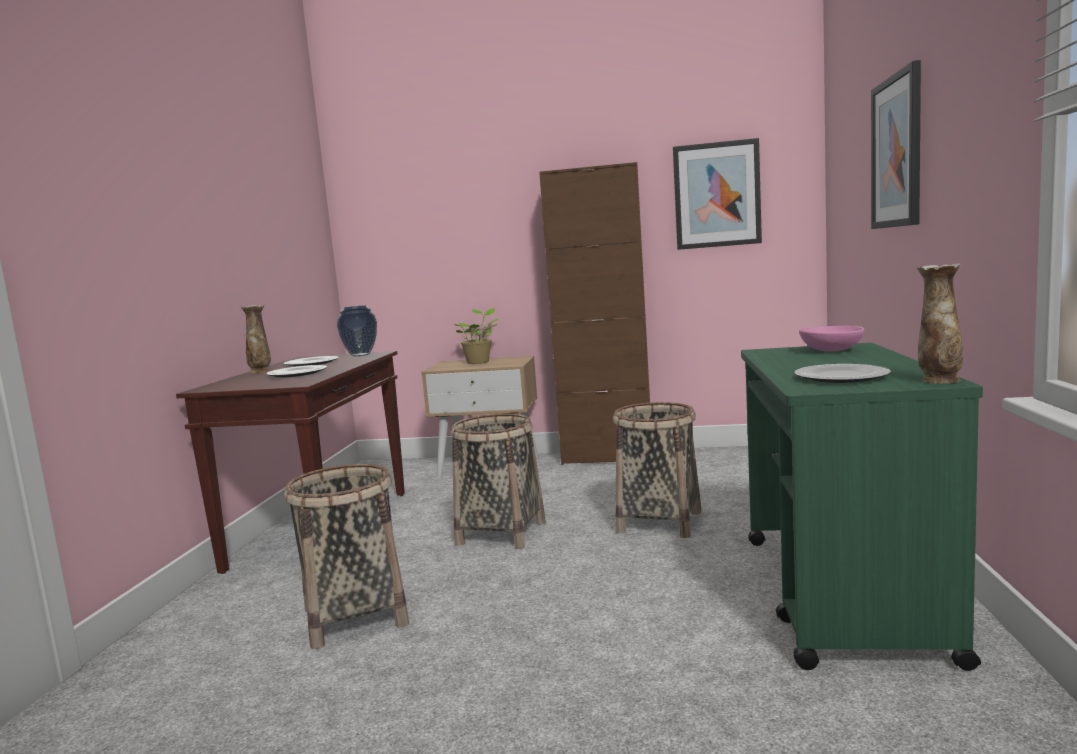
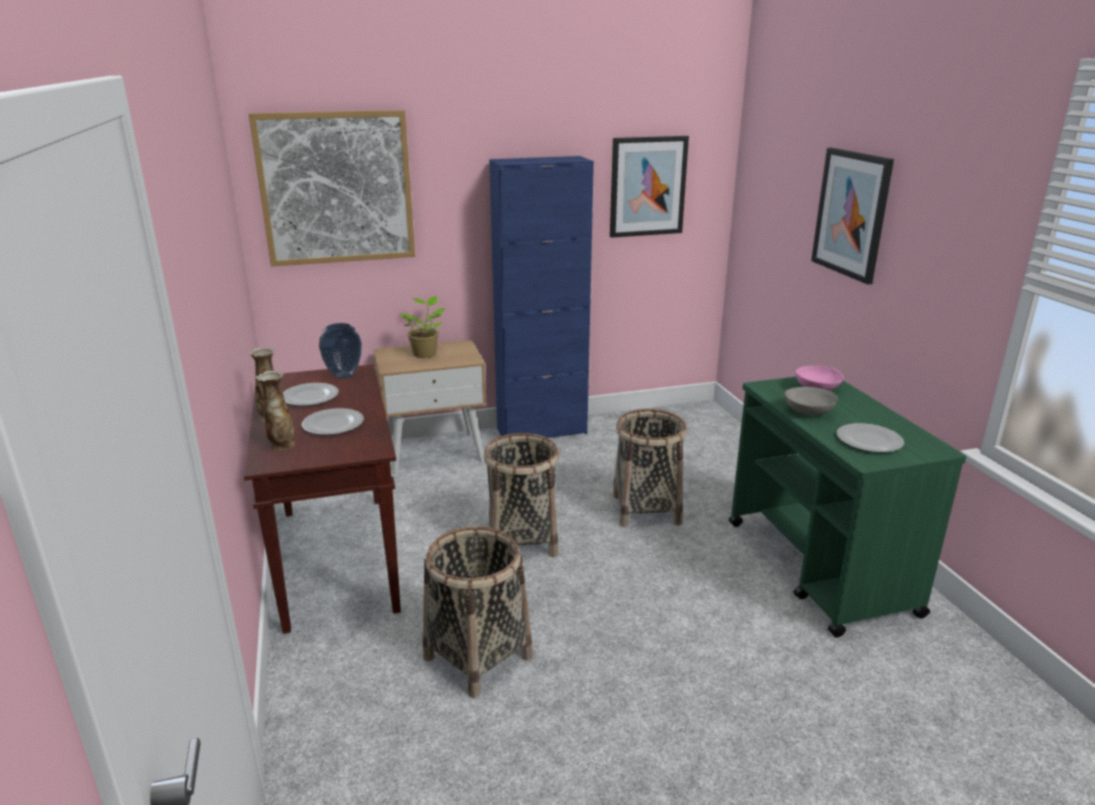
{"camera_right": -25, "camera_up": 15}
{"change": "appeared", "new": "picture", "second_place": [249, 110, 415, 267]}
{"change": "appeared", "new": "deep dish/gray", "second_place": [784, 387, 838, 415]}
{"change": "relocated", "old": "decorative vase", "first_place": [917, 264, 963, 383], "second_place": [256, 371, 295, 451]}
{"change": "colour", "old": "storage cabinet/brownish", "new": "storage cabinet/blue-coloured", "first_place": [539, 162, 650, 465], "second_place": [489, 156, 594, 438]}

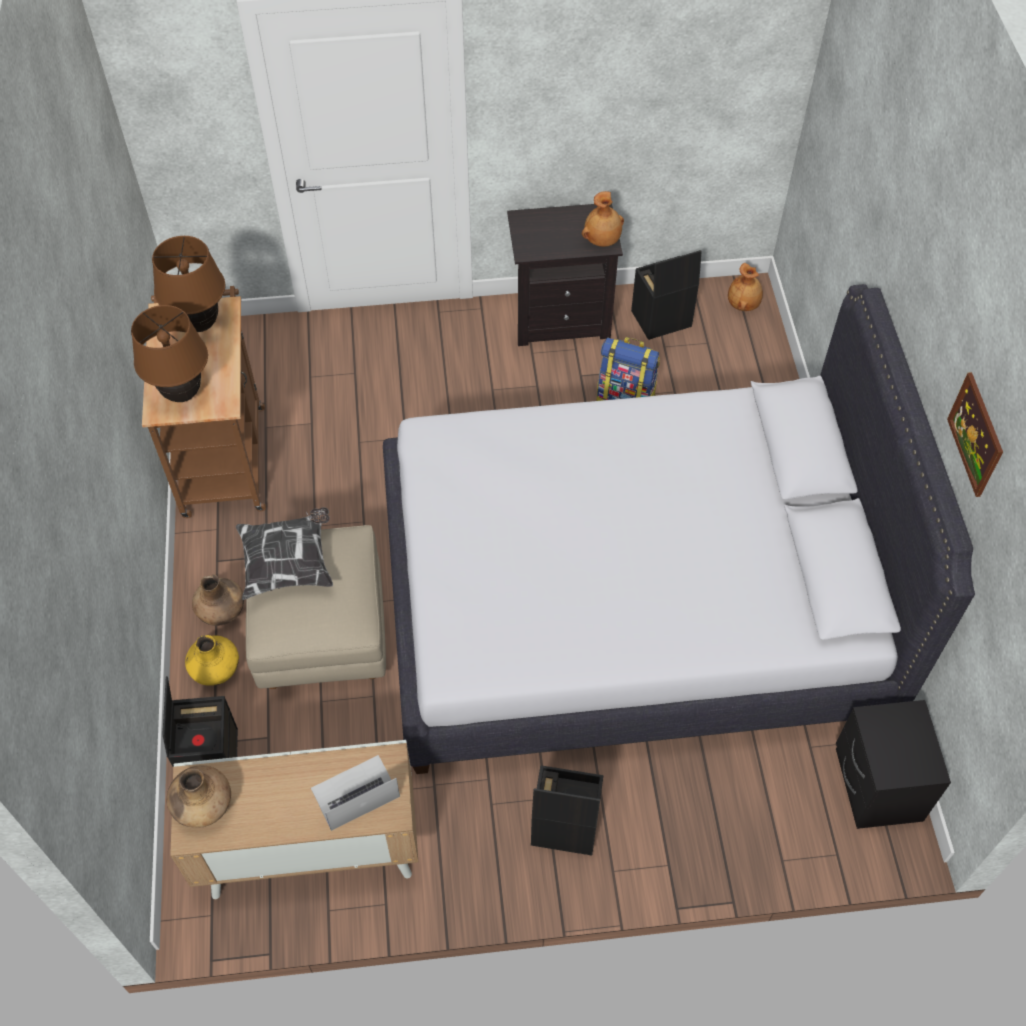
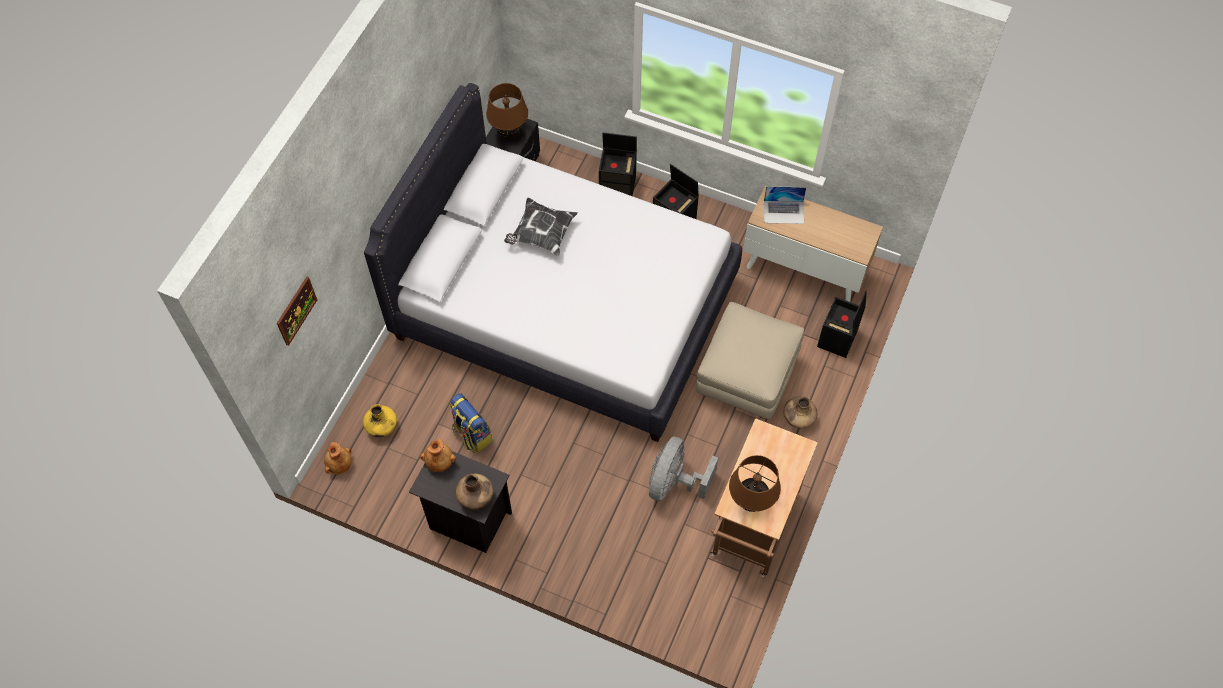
{"camera_right": -150, "camera_up": 5}
{"change": "appeared", "new": "fan/gray", "second_place": [649, 437, 718, 501]}
{"change": "relocated", "old": "tabletop lamp/brownish", "first_place": [131, 305, 208, 402], "second_place": [486, 83, 528, 139]}
{"change": "relocated", "old": "decorative vase/brownish", "first_place": [166, 765, 231, 828], "second_place": [456, 474, 493, 510]}
{"change": "relocated", "old": "decorative vase/yellow-coloured", "first_place": [185, 635, 239, 686], "second_place": [363, 404, 397, 437]}
{"change": "relocated", "old": "throw pillow", "first_place": [236, 507, 333, 600], "second_place": [504, 198, 578, 256]}
{"change": "relocated", "old": "storage container/blackish", "first_place": [631, 250, 702, 340], "second_place": [599, 132, 637, 196]}
{"change": "relocated", "old": "picture", "first_place": [947, 372, 1003, 497], "second_place": [277, 277, 317, 346]}

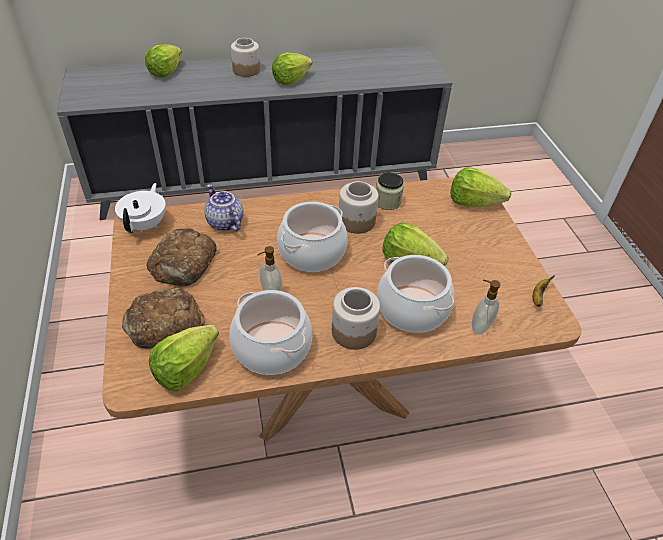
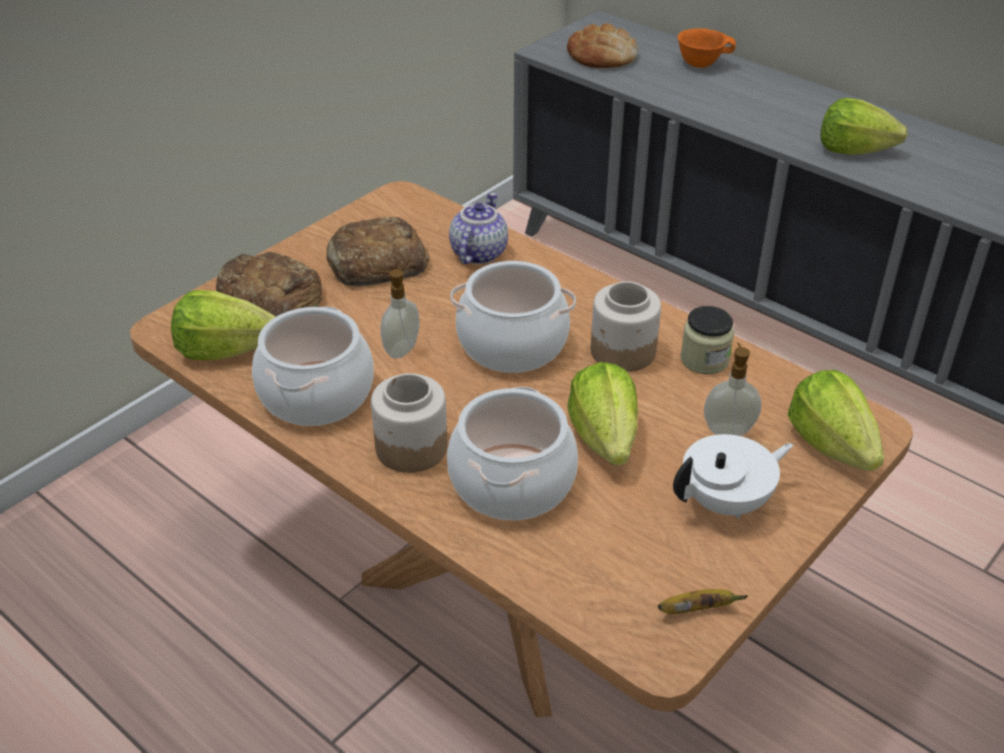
{"camera_right": 55, "camera_up": -5}
{"change": "missing", "old": "preserve jar", "first_place": [231, 38, 260, 77]}
{"change": "appeared", "new": "baked bread", "second_place": [567, 23, 638, 68]}
{"change": "relocated", "old": "pot for tea/white", "first_place": [115, 183, 166, 233], "second_place": [673, 434, 793, 519]}
{"change": "relocated", "old": "soap bottle", "first_place": [472, 279, 501, 335], "second_place": [704, 343, 761, 436]}
{"change": "exchanged", "old": "lettuce head", "new": "deep dish/orange-coloured", "first_place": [145, 44, 182, 78], "second_place": [678, 28, 736, 68]}

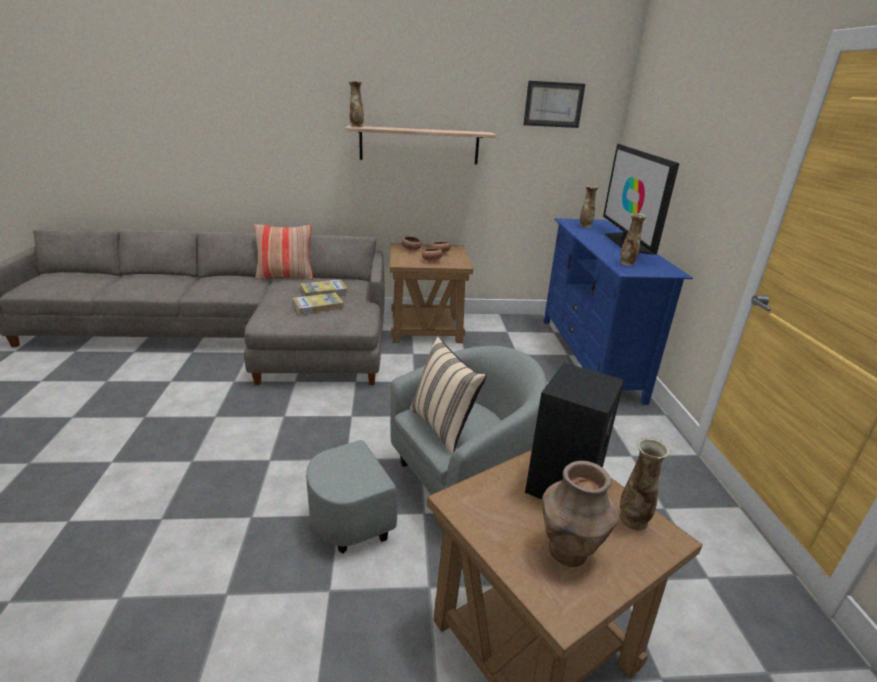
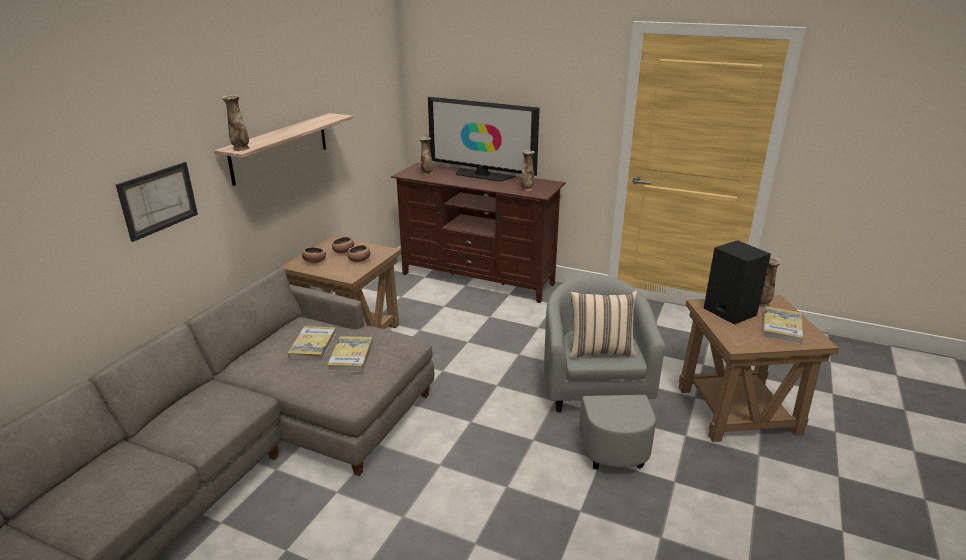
{"camera_right": -60, "camera_up": 0}
{"change": "missing", "old": "throw pillow", "first_place": [254, 224, 313, 280]}
{"change": "relocated", "old": "picture", "first_place": [523, 81, 585, 128], "second_place": [116, 162, 198, 242]}
{"change": "exchanged", "old": "decorative vase/brownish", "new": "bound book", "first_place": [542, 461, 619, 567], "second_place": [763, 306, 803, 344]}
{"change": "colour", "old": "tv stand/blue-coloured", "new": "tv stand/brownish", "first_place": [544, 218, 693, 405], "second_place": [391, 163, 566, 303]}

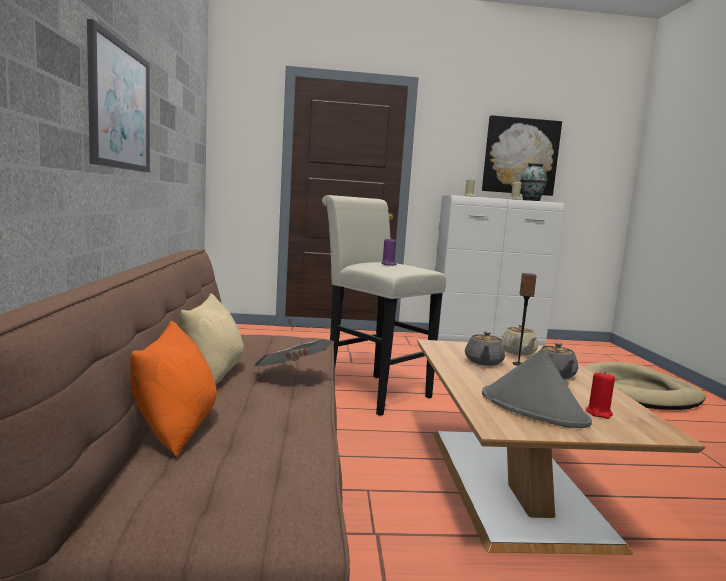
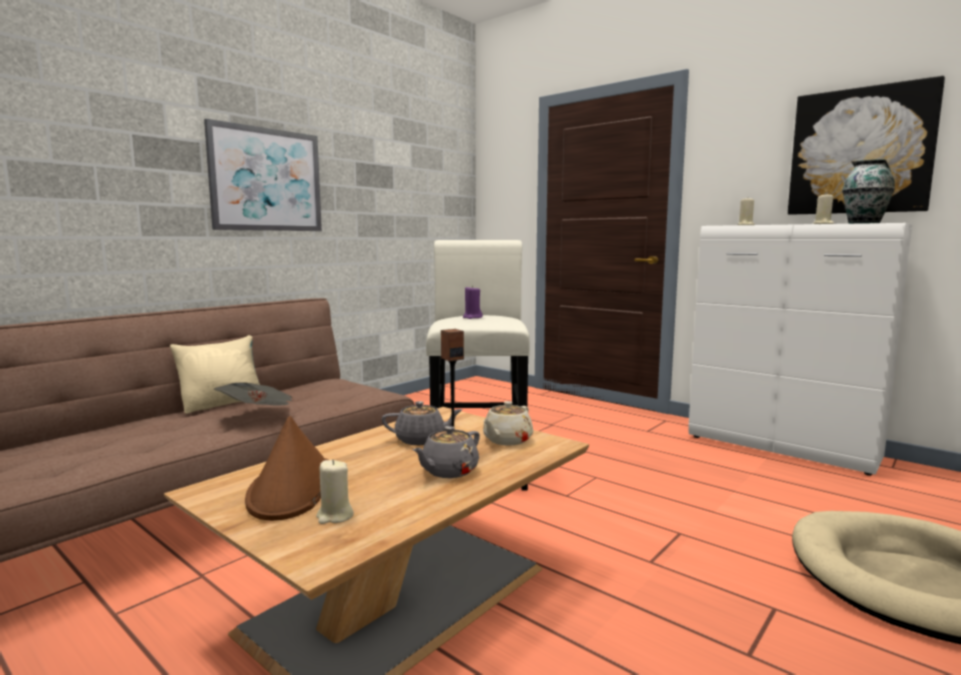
{"camera_right": 45, "camera_up": 0}
{"change": "missing", "old": "throw pillow/orange-coloured", "first_place": [130, 320, 217, 456]}
{"change": "colour", "old": "hat/gray", "new": "hat/brownish", "first_place": [482, 349, 592, 428], "second_place": [245, 416, 329, 521]}
{"change": "colour", "old": "candle/red", "new": "candle/sand-coloured", "first_place": [586, 371, 615, 419], "second_place": [316, 459, 354, 524]}
{"change": "spun", "old": "pot for tea/gray", "first_place": [465, 331, 505, 366], "second_place": [381, 401, 463, 445], "degrees": -150}

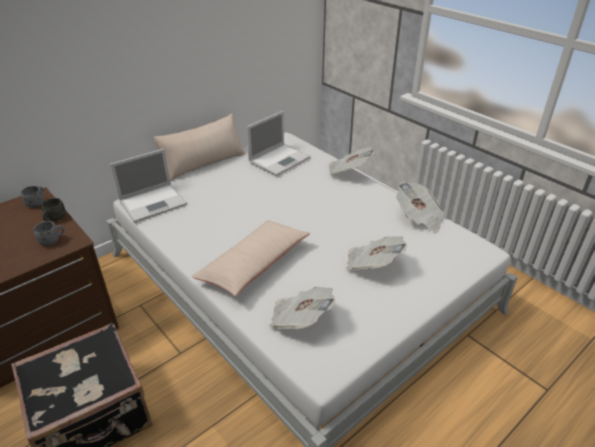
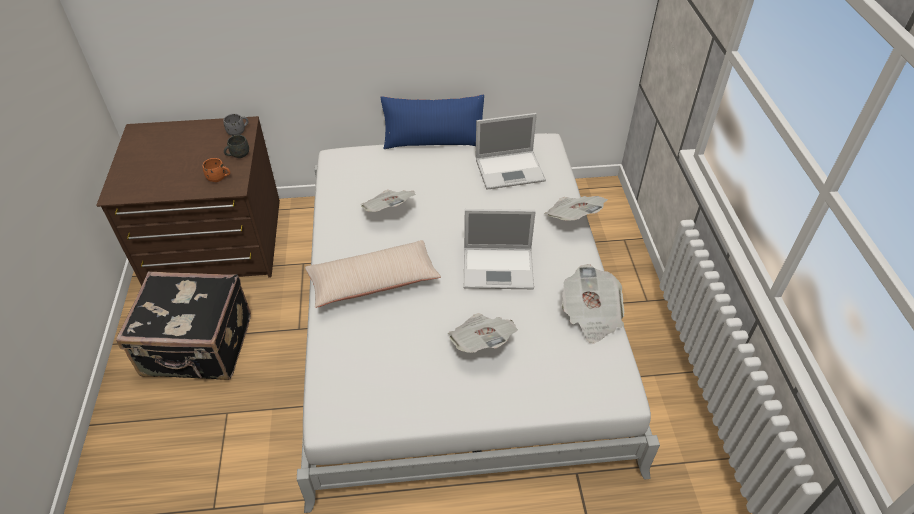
{"camera_right": 35, "camera_up": 10}
{"change": "relocated", "old": "laptop", "first_place": [110, 149, 187, 223], "second_place": [464, 209, 536, 289]}
{"change": "relocated", "old": "daily paper", "first_place": [269, 287, 335, 329], "second_place": [361, 190, 416, 212]}
{"change": "colour", "old": "coffee mug/gray", "new": "coffee mug/orange-coloured", "first_place": [33, 221, 65, 246], "second_place": [202, 158, 230, 182]}
{"change": "colour", "old": "throw pillow/sand-coloured", "new": "throw pillow/blue-coloured", "first_place": [153, 114, 246, 181], "second_place": [381, 95, 484, 149]}

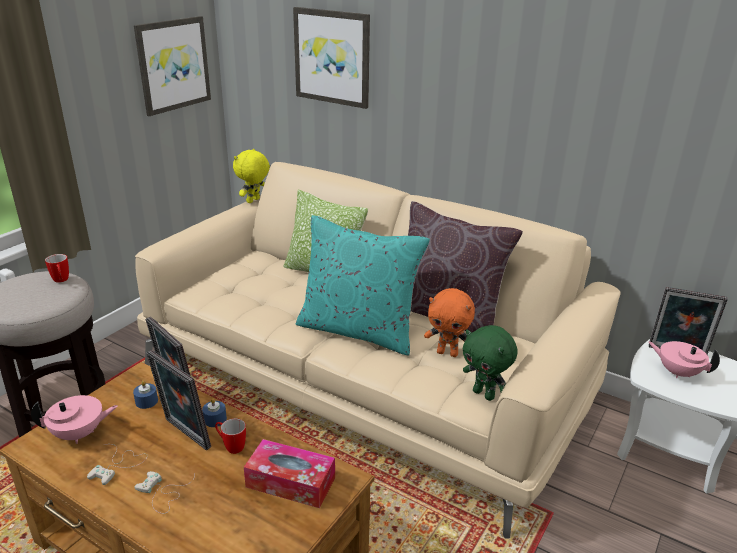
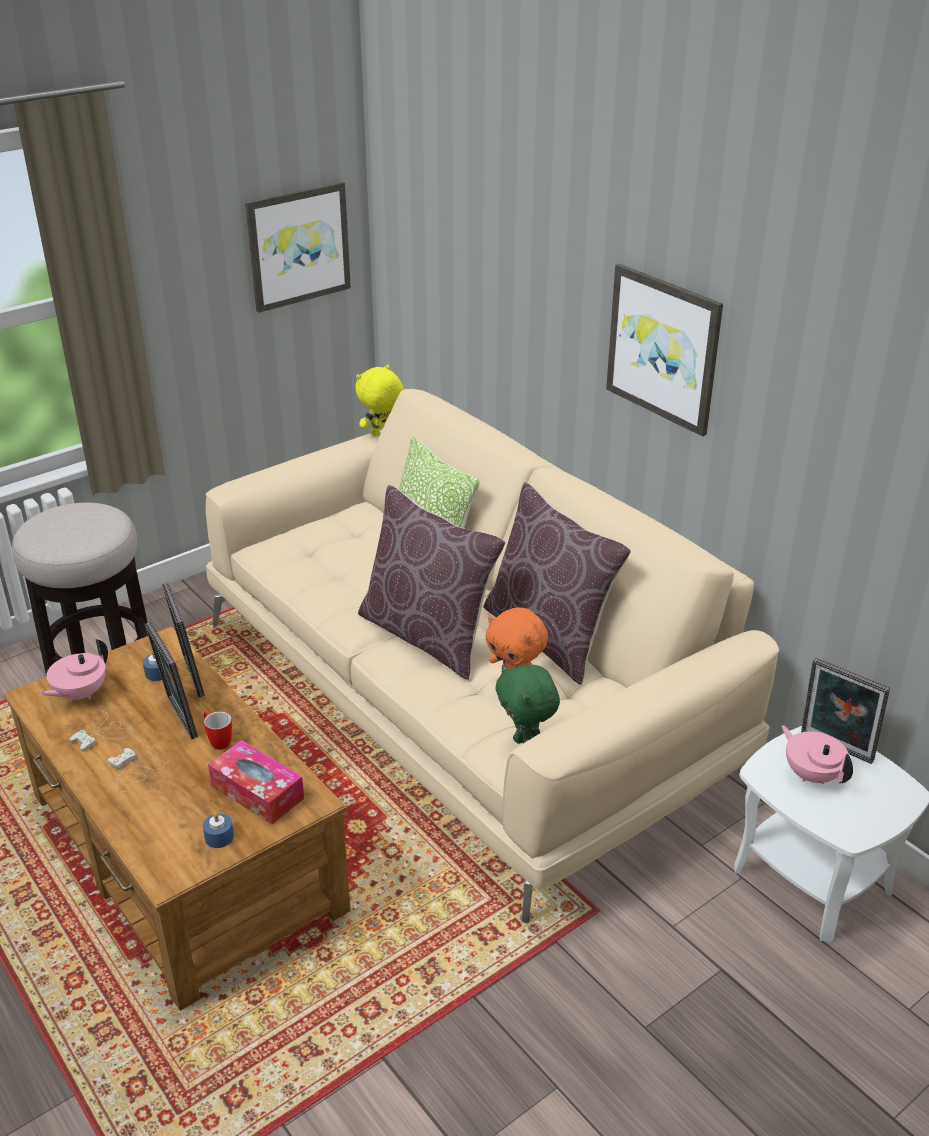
{"camera_right": 20, "camera_up": 5}
{"change": "missing", "old": "coffee mug", "first_place": [45, 254, 69, 283]}
{"change": "relocated", "old": "candle/blue-coloured", "first_place": [202, 398, 227, 427], "second_place": [203, 812, 234, 848]}
{"change": "relocated", "old": "picture", "first_place": [293, 7, 370, 109], "second_place": [606, 264, 723, 437]}
{"change": "colour", "old": "throw pillow/turquoise", "new": "throw pillow/brownish", "first_place": [296, 215, 430, 356], "second_place": [358, 485, 505, 680]}
{"change": "spun", "old": "pot for tea/pink", "first_place": [31, 395, 118, 444], "second_place": [39, 639, 108, 702], "degrees": 120}

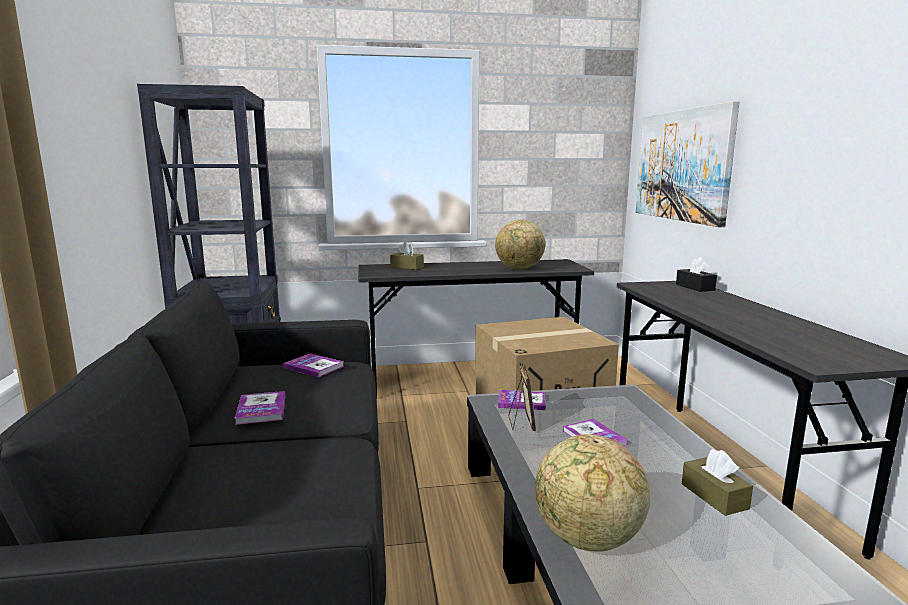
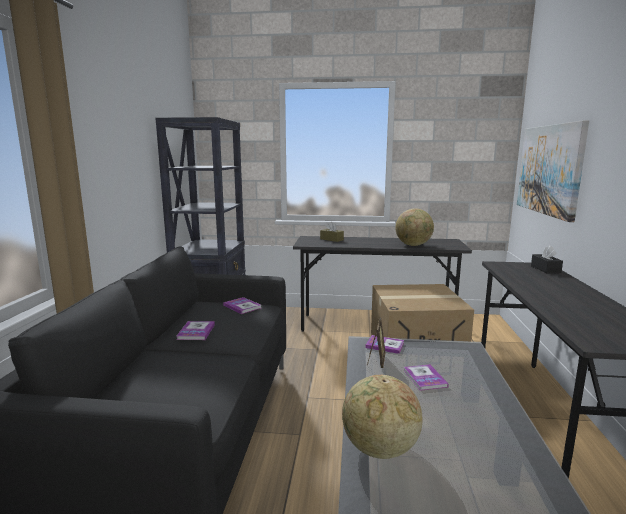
{"camera_right": 15, "camera_up": 0}
{"change": "missing", "old": "box of tissues/brownish", "first_place": [682, 449, 753, 516]}

